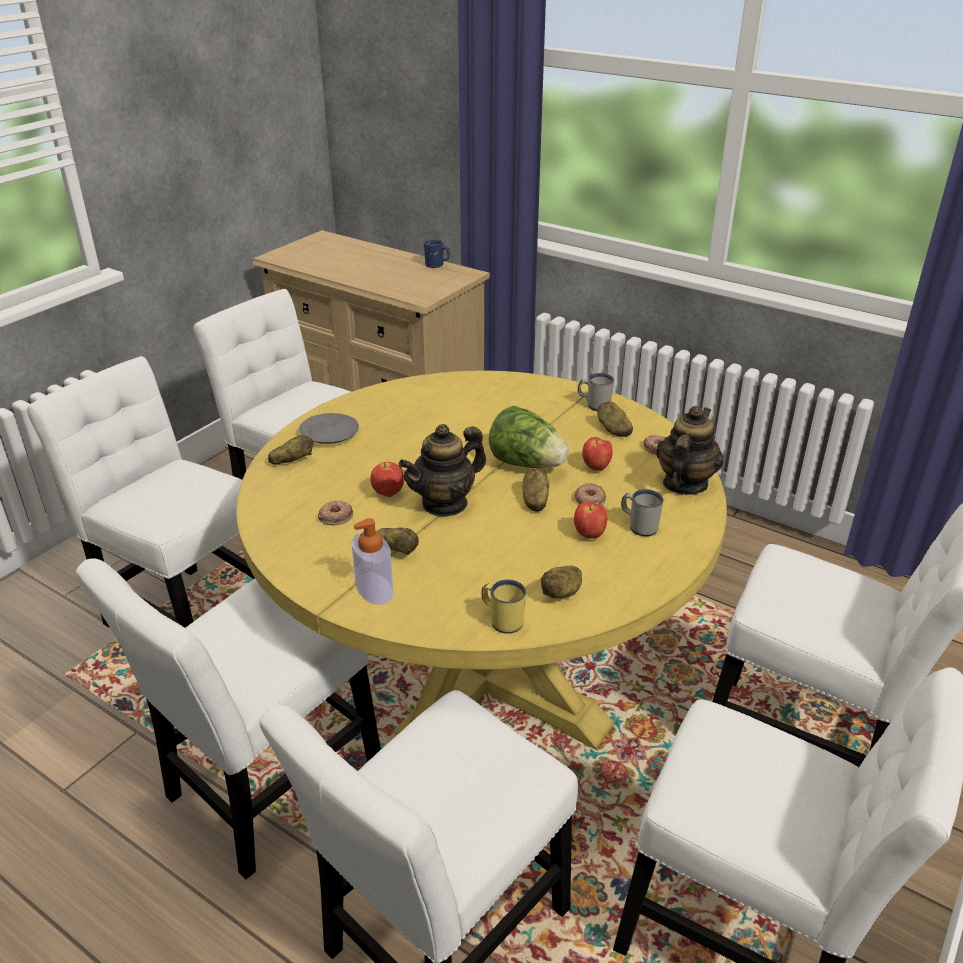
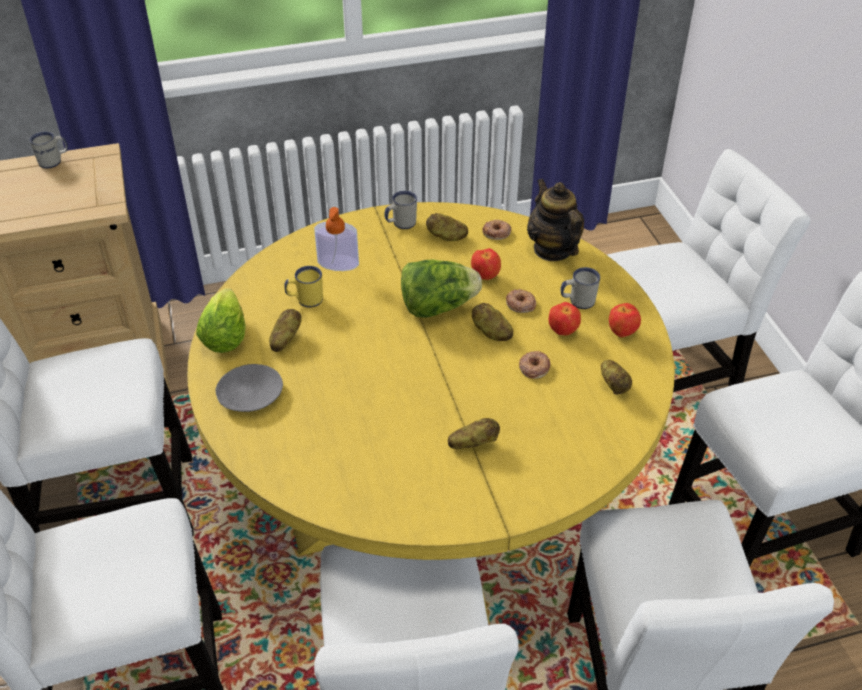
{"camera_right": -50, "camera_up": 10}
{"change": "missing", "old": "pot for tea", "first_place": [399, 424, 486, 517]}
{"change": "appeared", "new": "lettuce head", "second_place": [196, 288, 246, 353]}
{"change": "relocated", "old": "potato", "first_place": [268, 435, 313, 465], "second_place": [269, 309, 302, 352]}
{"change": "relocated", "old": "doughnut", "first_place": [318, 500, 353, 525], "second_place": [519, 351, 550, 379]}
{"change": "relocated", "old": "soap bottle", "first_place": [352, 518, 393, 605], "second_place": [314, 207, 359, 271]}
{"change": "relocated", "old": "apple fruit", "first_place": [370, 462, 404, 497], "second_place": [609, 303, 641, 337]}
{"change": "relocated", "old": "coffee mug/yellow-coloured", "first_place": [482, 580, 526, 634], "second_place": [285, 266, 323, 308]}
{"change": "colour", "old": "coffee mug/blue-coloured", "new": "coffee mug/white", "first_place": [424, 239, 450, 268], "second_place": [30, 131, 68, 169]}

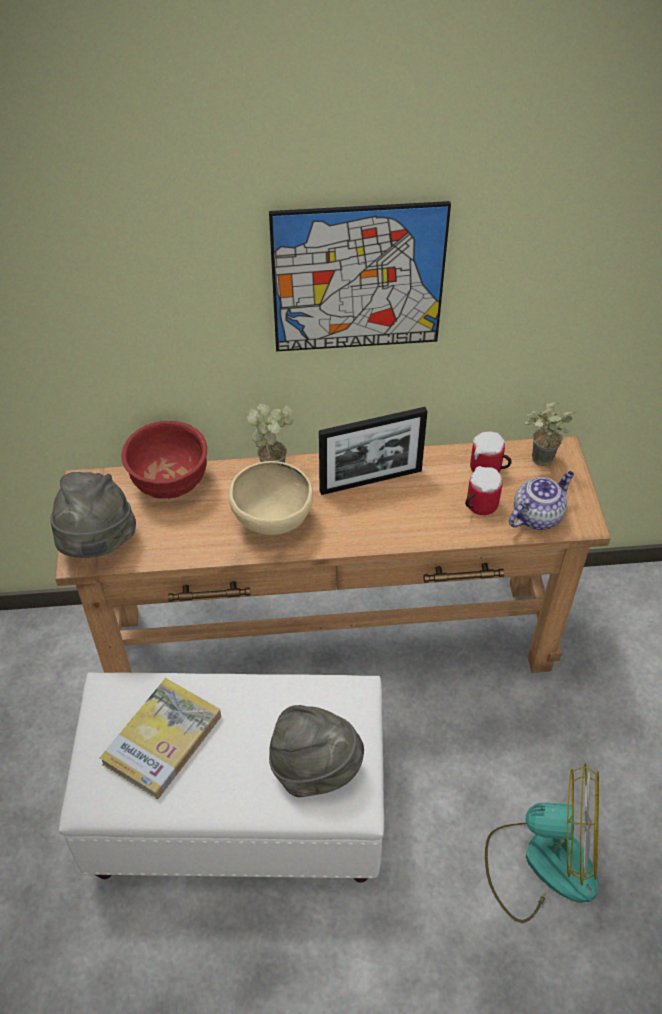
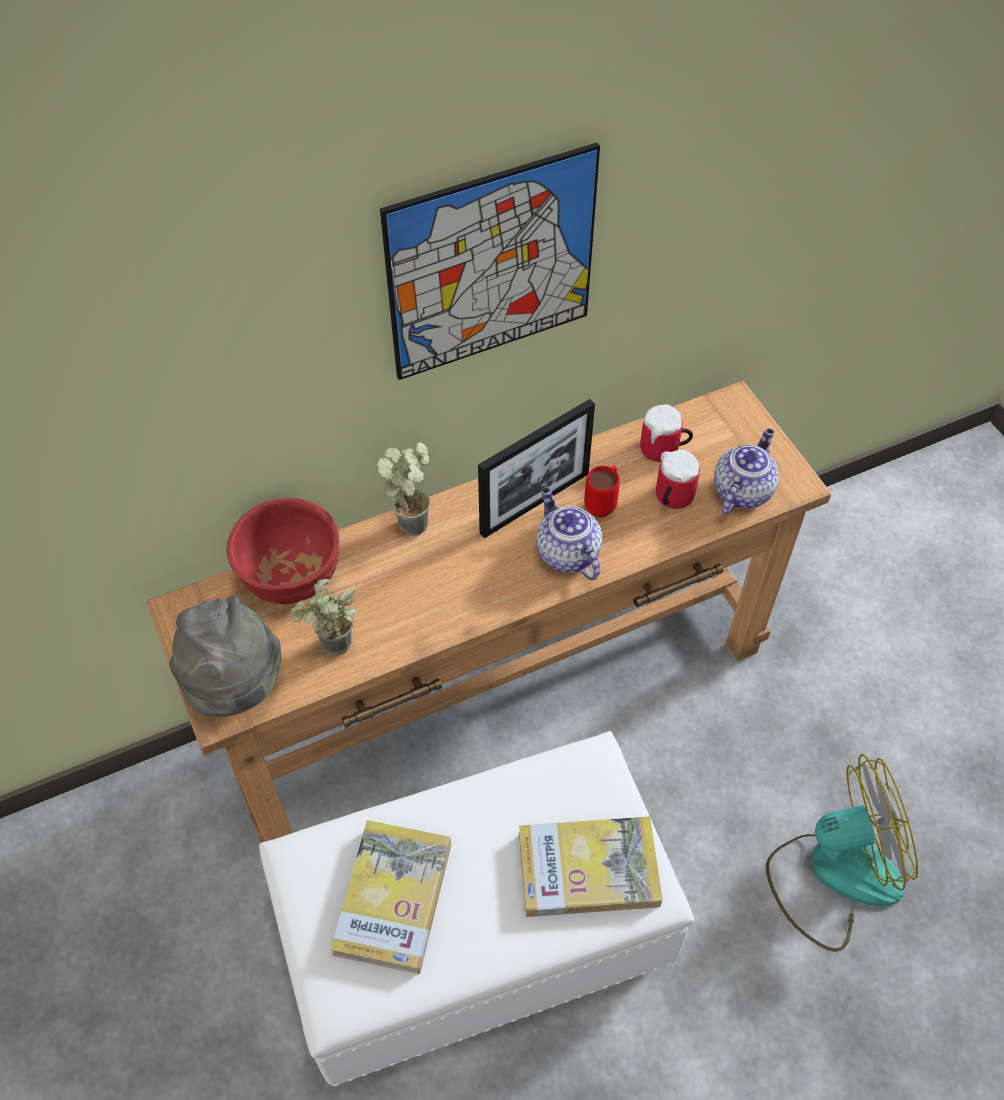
{"camera_right": -20, "camera_up": 5}
{"change": "missing", "old": "deep dish/sand-coloured", "first_place": [228, 461, 313, 535]}
{"change": "appeared", "new": "pot for tea", "second_place": [536, 488, 602, 580]}
{"change": "appeared", "new": "coffee mug/red", "second_place": [584, 466, 620, 518]}
{"change": "relocated", "old": "potted plant", "first_place": [524, 402, 577, 466], "second_place": [291, 579, 357, 656]}
{"change": "exchanged", "old": "hat/gray", "new": "bound book", "first_place": [269, 705, 364, 797], "second_place": [519, 816, 663, 917]}

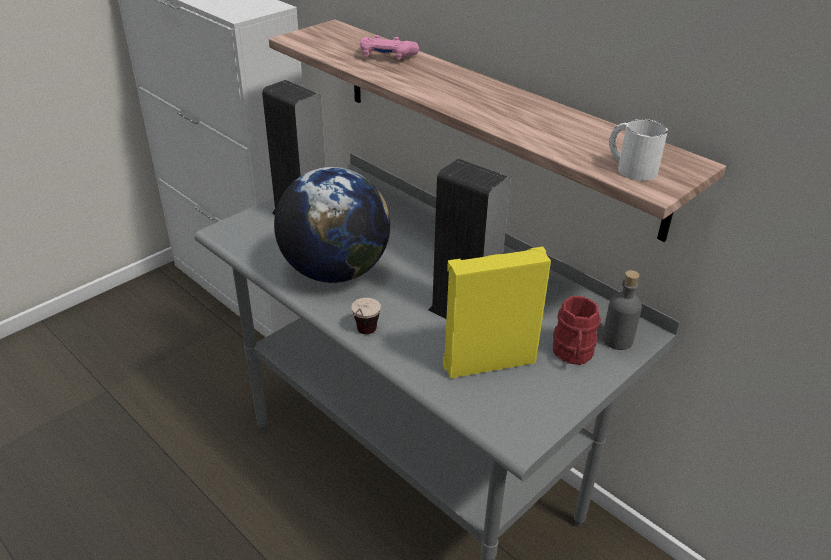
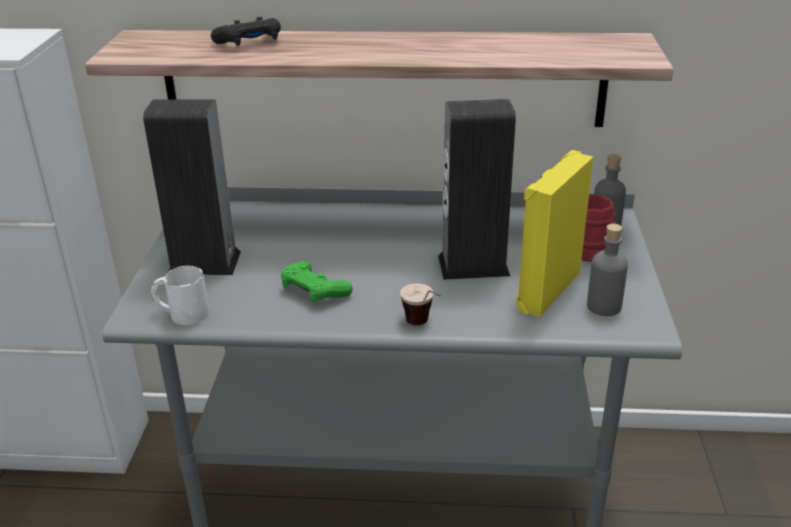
{"camera_right": -40, "camera_up": -5}
{"change": "appeared", "new": "beverage bottle/gray", "second_place": [587, 224, 628, 316]}
{"change": "relocated", "old": "coffee mug/white", "first_place": [609, 119, 668, 181], "second_place": [151, 266, 209, 325]}
{"change": "exchanged", "old": "globe", "new": "joypad/green-coloured", "first_place": [274, 167, 390, 283], "second_place": [281, 261, 353, 303]}
{"change": "colour", "old": "joypad/pink", "new": "joypad/blackish", "first_place": [360, 35, 419, 60], "second_place": [211, 17, 281, 46]}

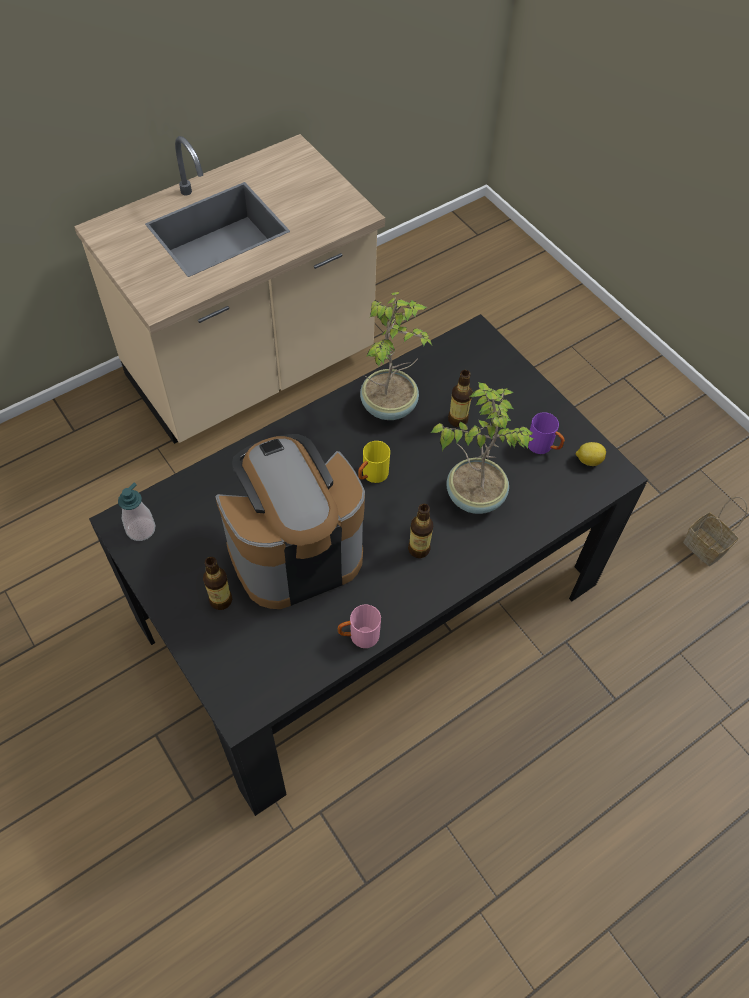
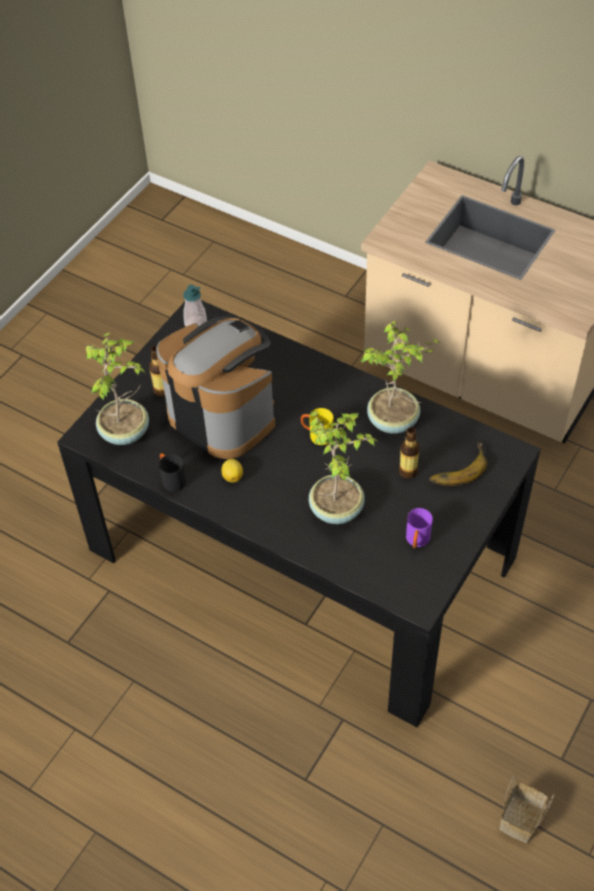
{"camera_right": 70, "camera_up": -5}
{"change": "missing", "old": "beverage bottle", "first_place": [408, 504, 433, 558]}
{"change": "appeared", "new": "potted plant", "second_place": [86, 332, 149, 445]}
{"change": "appeared", "new": "banana fruit", "second_place": [429, 442, 487, 486]}
{"change": "relocated", "old": "whole lemon", "first_place": [576, 442, 606, 466], "second_place": [221, 459, 243, 483]}
{"change": "colour", "old": "coffee mug/pink", "new": "coffee mug/blackish", "first_place": [338, 605, 381, 648], "second_place": [159, 453, 186, 492]}

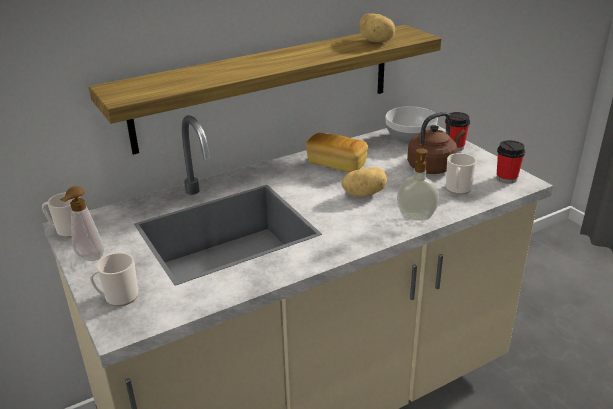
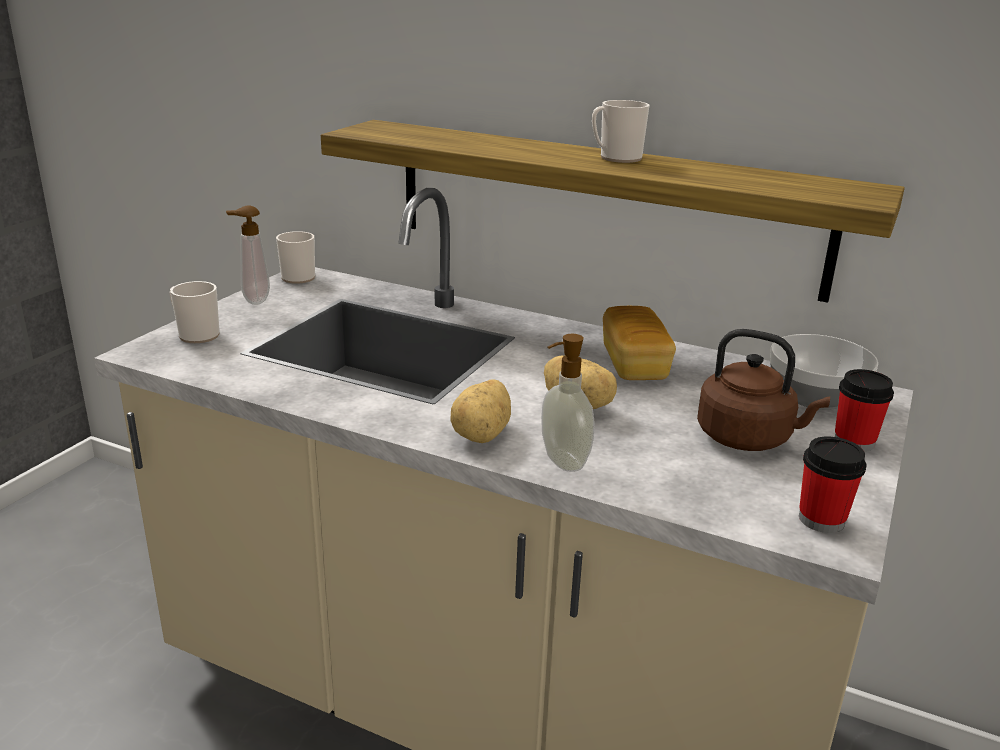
{"camera_right": 55, "camera_up": -5}
{"change": "relocated", "old": "potato", "first_place": [359, 13, 395, 43], "second_place": [451, 379, 511, 443]}
{"change": "relocated", "old": "coffee mug", "first_place": [446, 153, 477, 195], "second_place": [592, 100, 649, 163]}

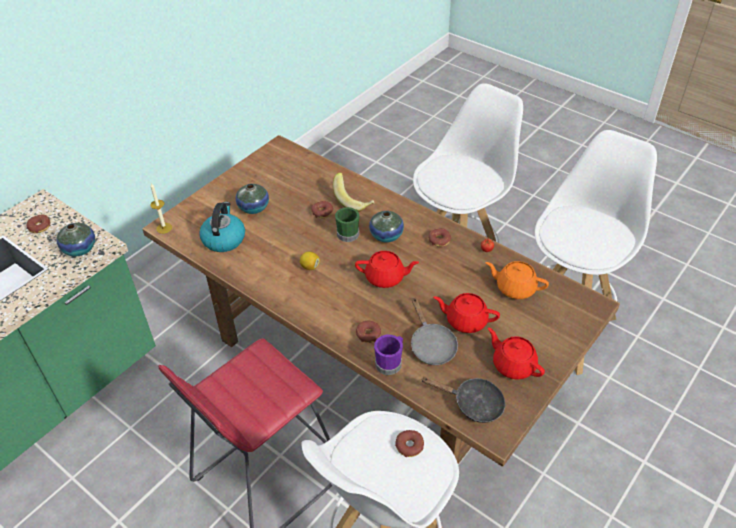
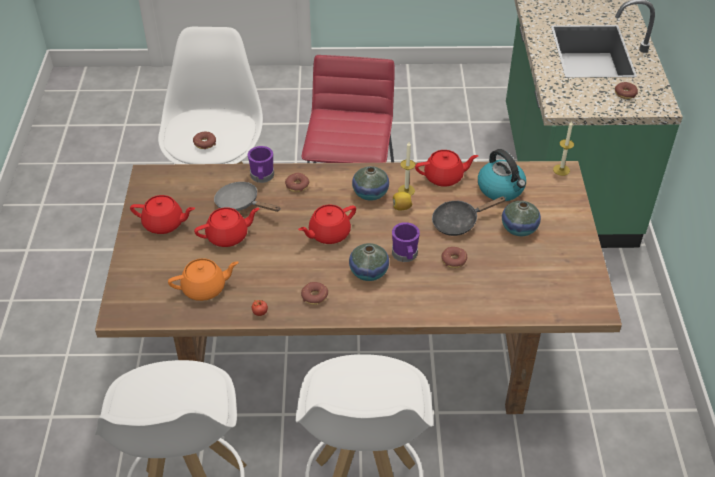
{"camera_right": 140, "camera_up": 0}
{"change": "missing", "old": "banana fruit", "first_place": [333, 172, 375, 212]}
{"change": "appeared", "new": "candle", "second_place": [398, 142, 415, 196]}
{"change": "appeared", "new": "pot for tea/red", "second_place": [415, 150, 478, 187]}
{"change": "relocated", "old": "decorative vase", "first_place": [56, 223, 95, 257], "second_place": [352, 166, 389, 201]}
{"change": "relocated", "old": "frying pan/blackish", "first_place": [421, 377, 505, 423], "second_place": [432, 196, 505, 236]}
{"change": "colour", "old": "coffee mug/green-coloured", "new": "coffee mug/purple-coloured", "first_place": [335, 207, 359, 242], "second_place": [392, 222, 420, 262]}

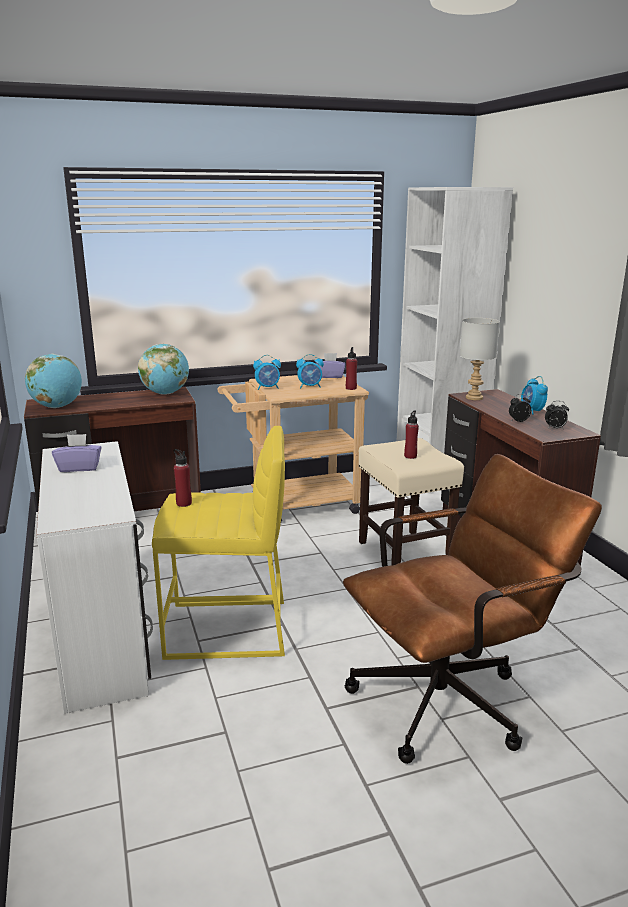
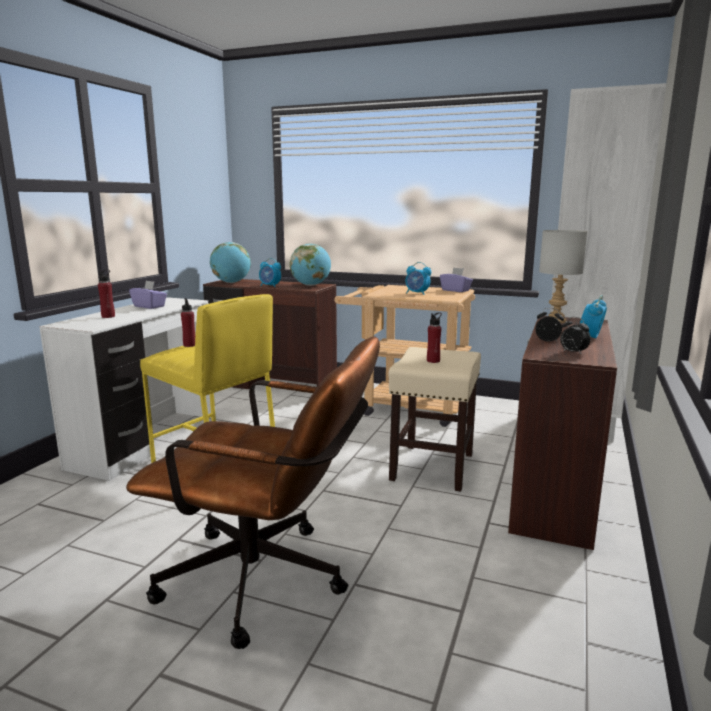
{"camera_right": 40, "camera_up": -5}
{"change": "relocated", "old": "table clock", "first_place": [253, 355, 281, 390], "second_place": [259, 258, 281, 287]}
{"change": "relocated", "old": "beverage bottle/red", "first_place": [346, 347, 357, 390], "second_place": [98, 269, 115, 318]}

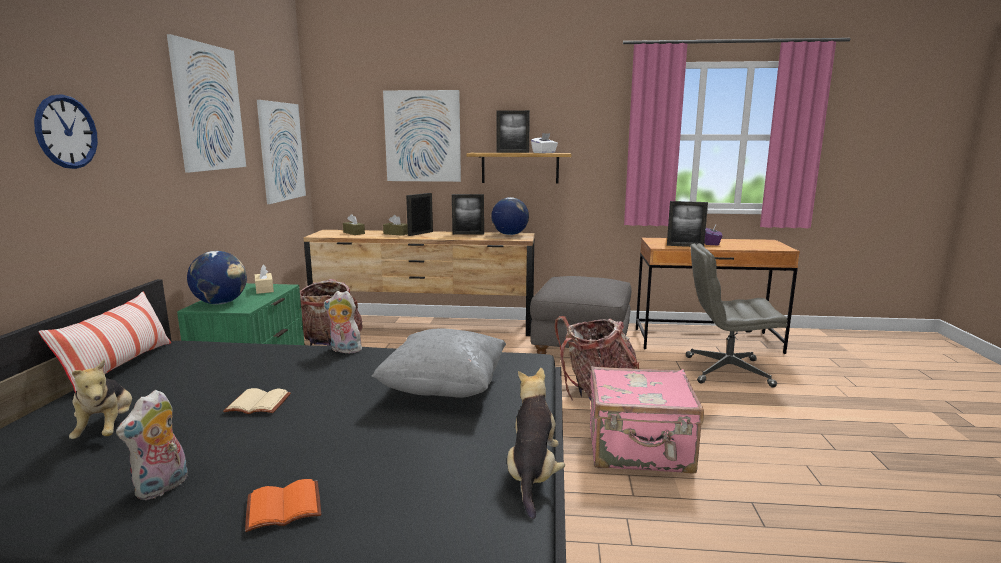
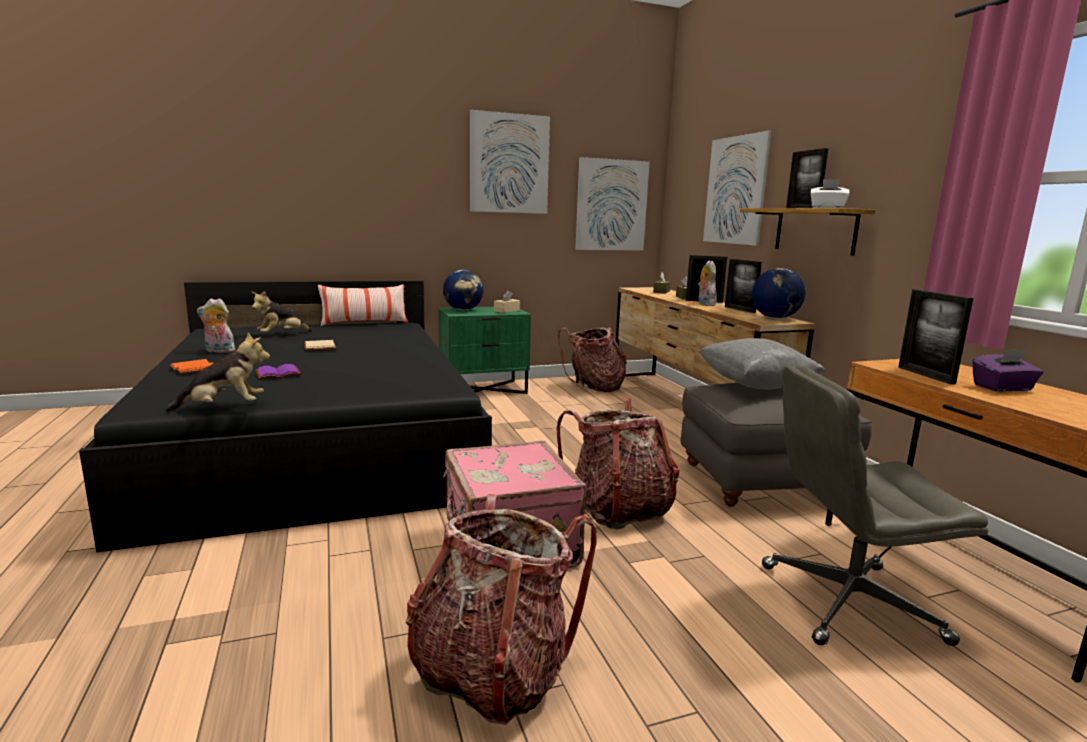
{"camera_right": 65, "camera_up": 0}
{"change": "missing", "old": "clock on the wall", "first_place": [34, 94, 98, 169]}
{"change": "appeared", "new": "bound book/purple-coloured", "second_place": [256, 364, 301, 379]}
{"change": "appeared", "new": "knapsack", "second_place": [406, 494, 597, 725]}
{"change": "relocated", "old": "cuddly toy", "first_place": [324, 291, 366, 354], "second_place": [698, 261, 717, 306]}
{"change": "relocated", "old": "throw pillow/gray", "first_place": [371, 328, 506, 397], "second_place": [699, 338, 825, 389]}
{"change": "spun", "old": "computer chair/gray", "first_place": [686, 243, 788, 388], "second_place": [762, 365, 988, 646], "degrees": -75}

